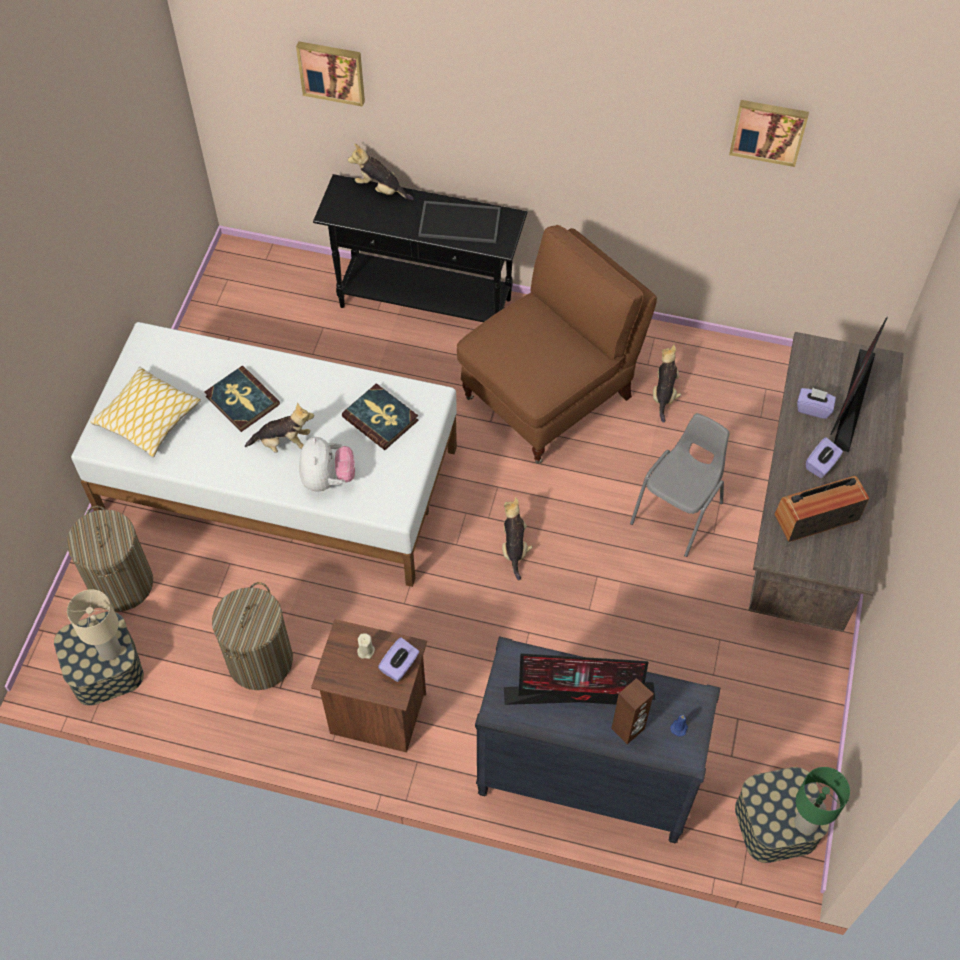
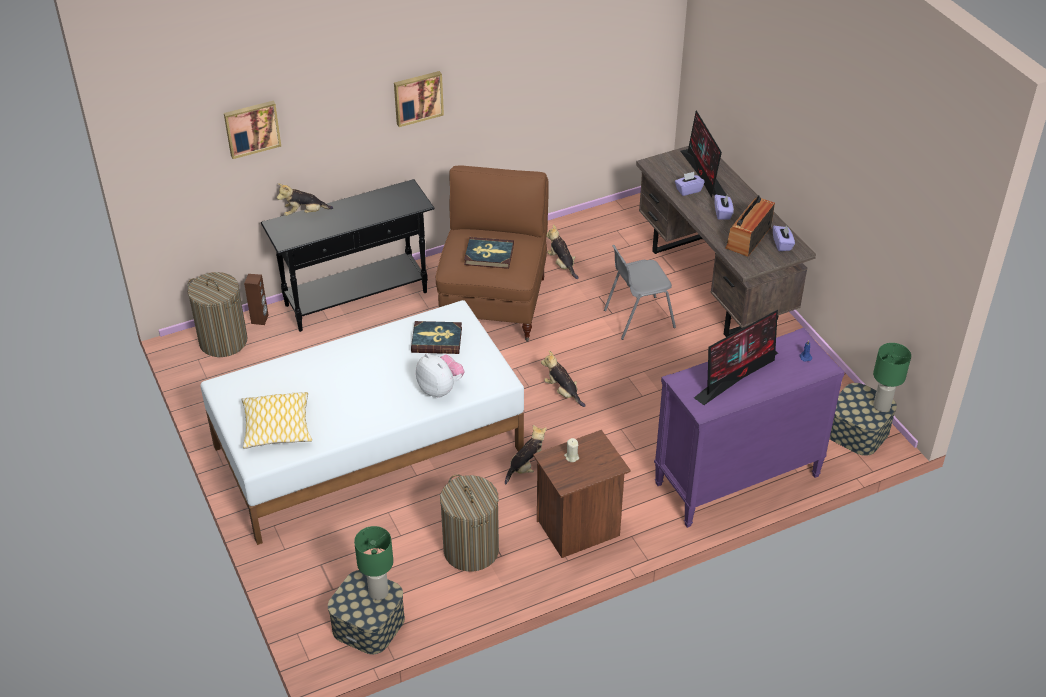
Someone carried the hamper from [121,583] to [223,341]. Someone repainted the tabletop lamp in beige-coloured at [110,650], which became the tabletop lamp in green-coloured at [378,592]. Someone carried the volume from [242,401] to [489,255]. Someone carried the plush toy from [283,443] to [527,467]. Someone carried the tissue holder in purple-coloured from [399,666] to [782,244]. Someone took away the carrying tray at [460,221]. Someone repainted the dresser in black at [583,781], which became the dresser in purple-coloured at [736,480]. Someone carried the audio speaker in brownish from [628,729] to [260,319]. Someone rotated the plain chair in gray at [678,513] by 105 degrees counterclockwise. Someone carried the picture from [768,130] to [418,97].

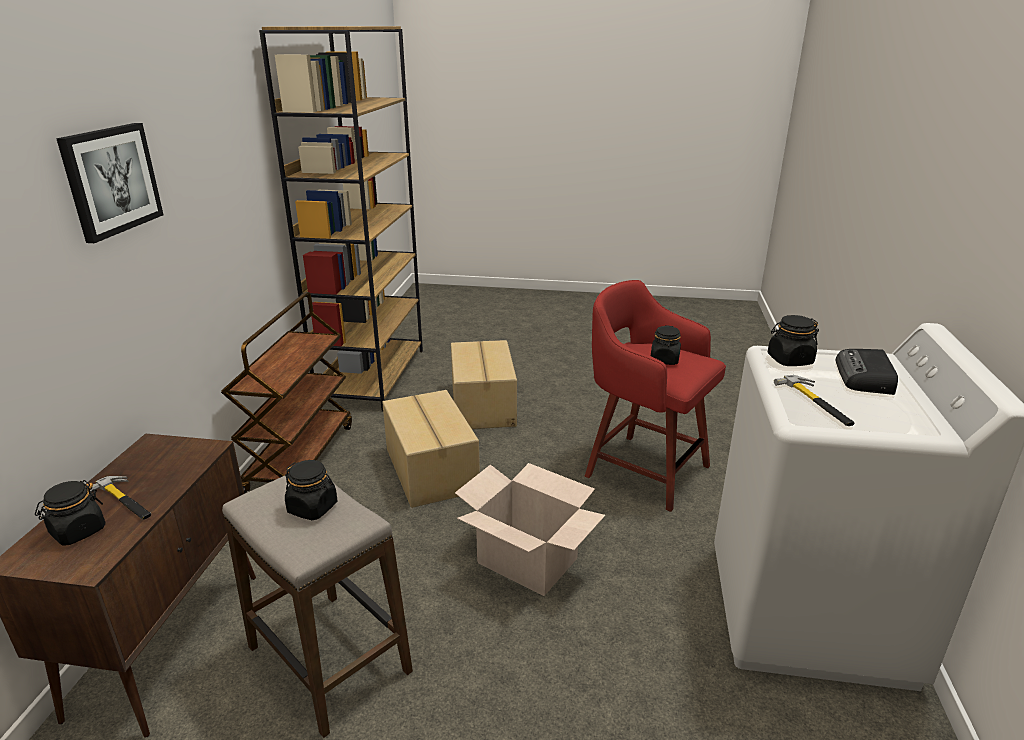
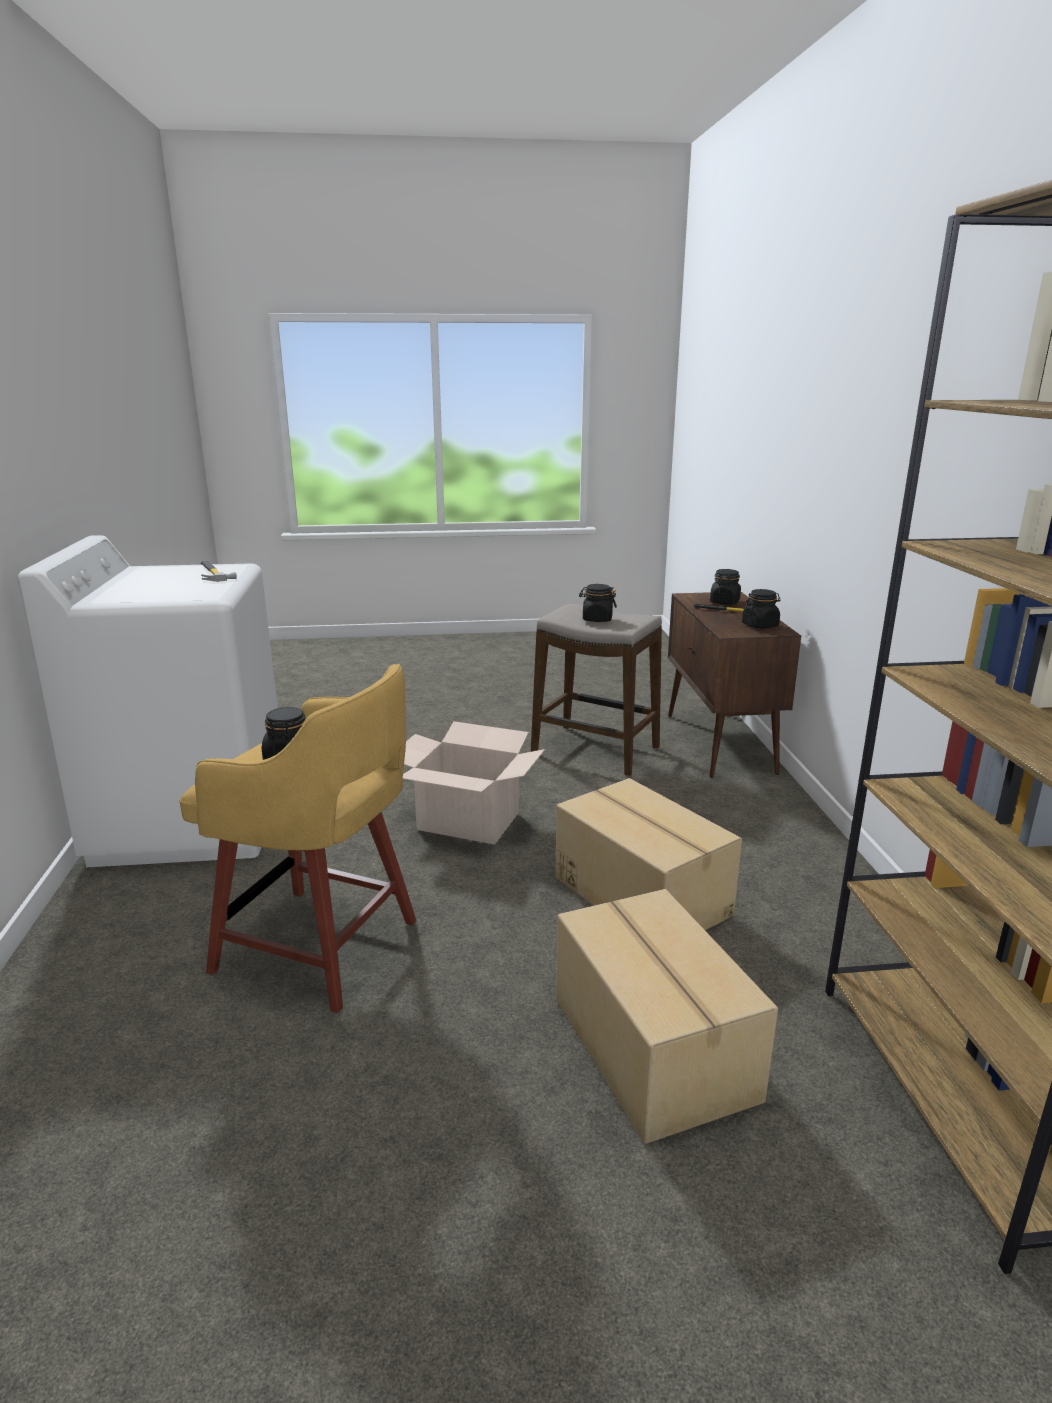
Someone took away the picture at [111,180]. Someone took away the cart in brownish at [300,458]. Someone repainted the stool in reddish at [644,469], which became the stool in yellow at [321,948]. Someone carried the jar in black from [789,360] to [760,625]. Someone took away the radio receiver at [865,377].

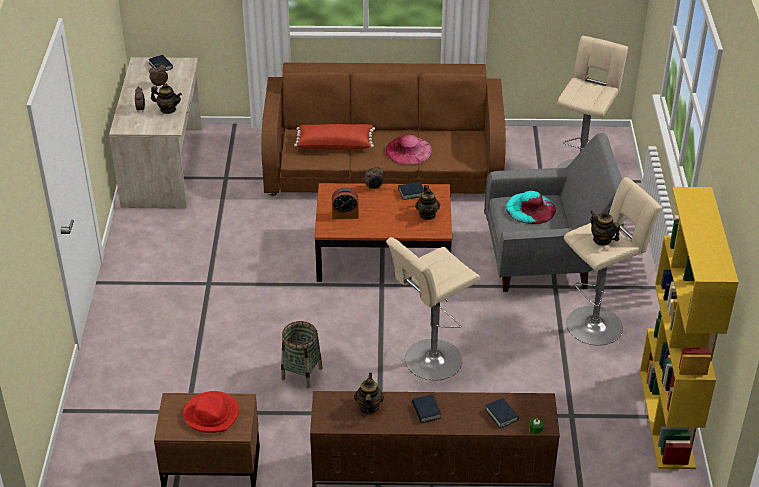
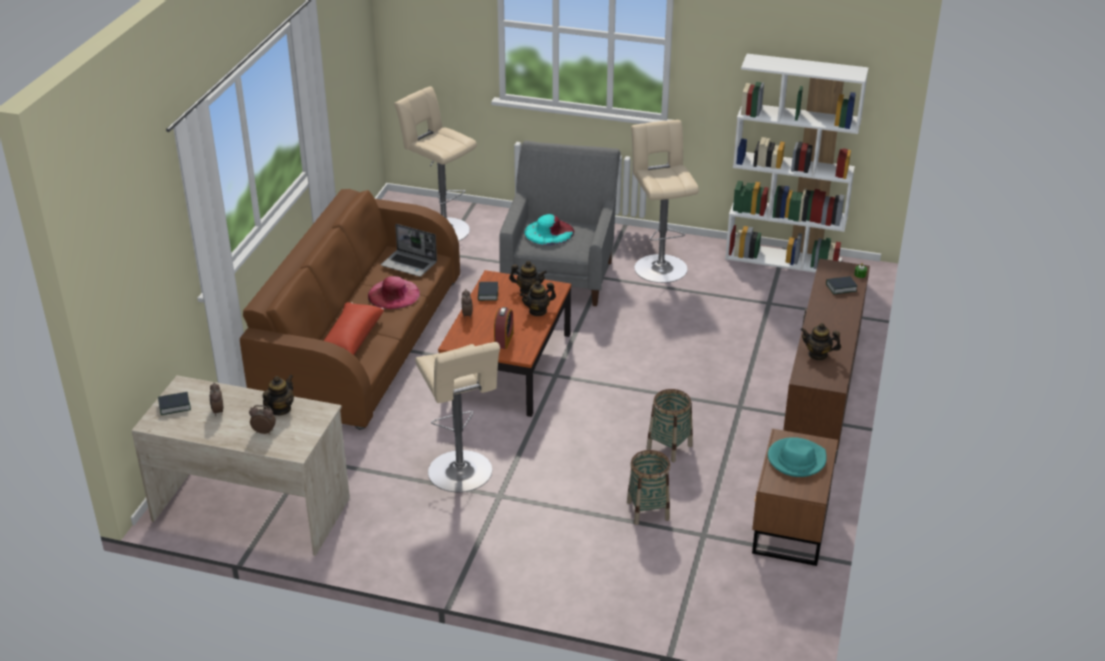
Someone repainted the hat in reddish at [212,414], which became the hat in blue-green at [796,460]. Someone carried the stool in beige-coloured from [430,361] to [462,474]. Someone took away the volume at [426,411]. Someone carried the teapot from [602,240] to [538,311]. Someone repainted the bookshelf in yellow at [667,419], which became the bookshelf in white-coloured at [784,259]. Someone put down the portable computer at [410,264]. Someone put down the storage basket at [647,511].

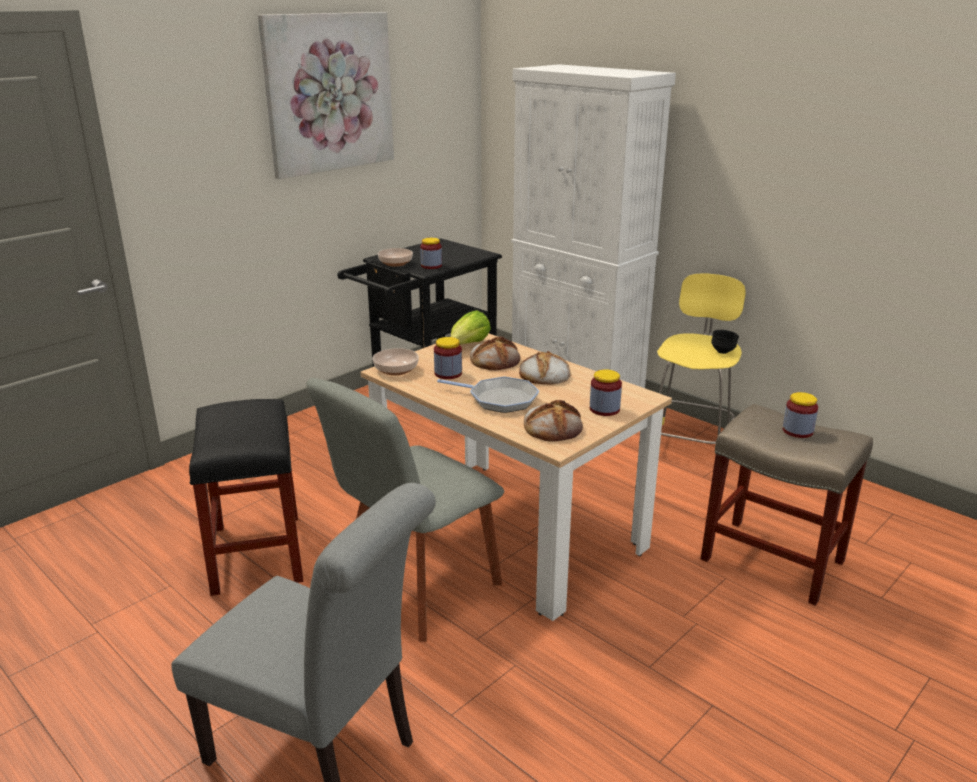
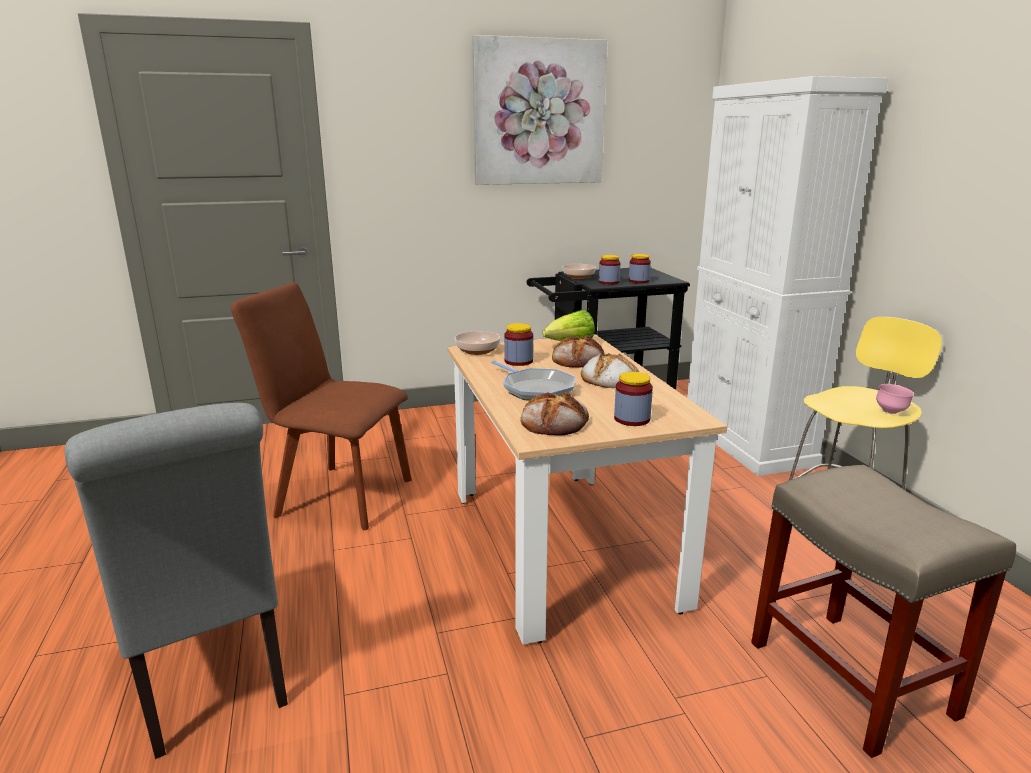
Someone swapped the stool in black at [256,552] for the plain chair in brownish at [339,496]. Someone took away the plain chair in gray at [414,589]. Someone repainted the deep dish in black at [723,352], which became the deep dish in pink at [891,412]. Someone carried the jar from [797,431] to [638,281].

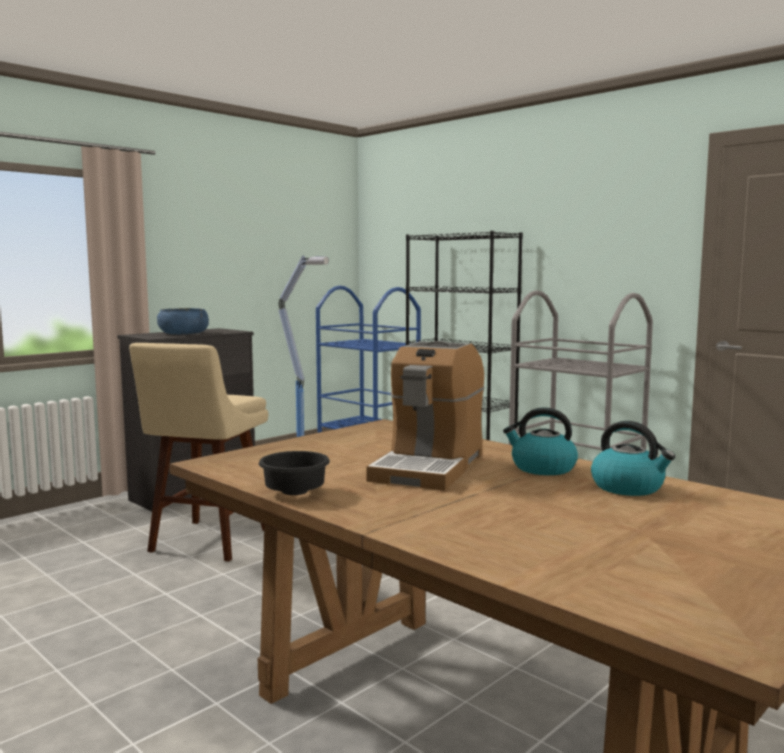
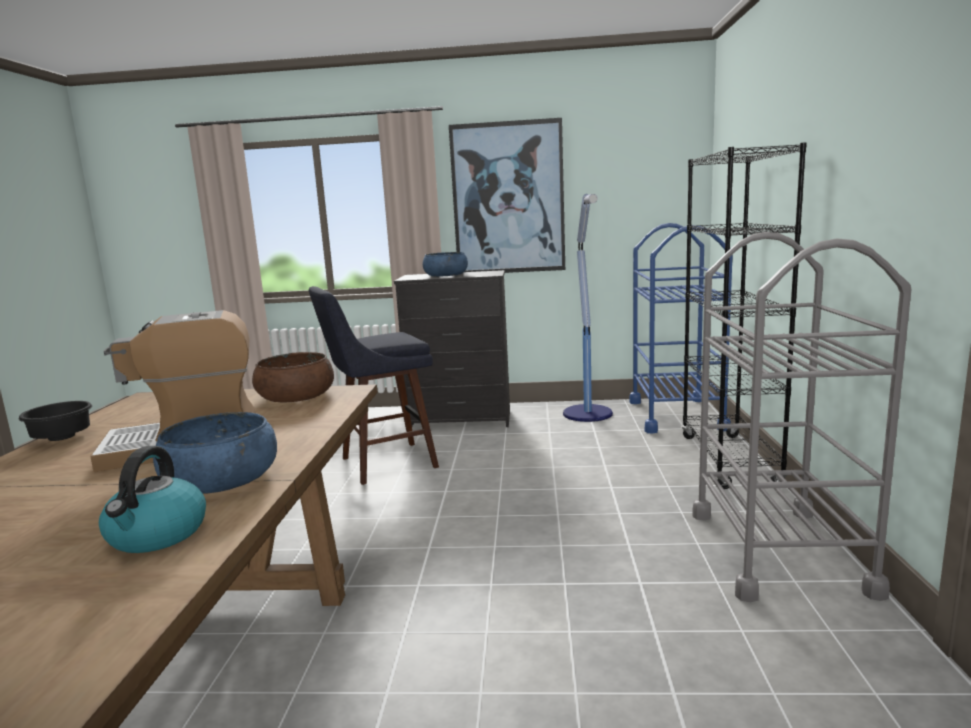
Someone repainted the stool in beige-coloured at [206,543], which became the stool in blue-coloured at [382,464]. Someone swapped the kettle at [542,468] for the deep dish in blue-coloured at [221,479]. Someone put down the deep dish in brownish at [296,396]. Someone put up the picture at [508,198].

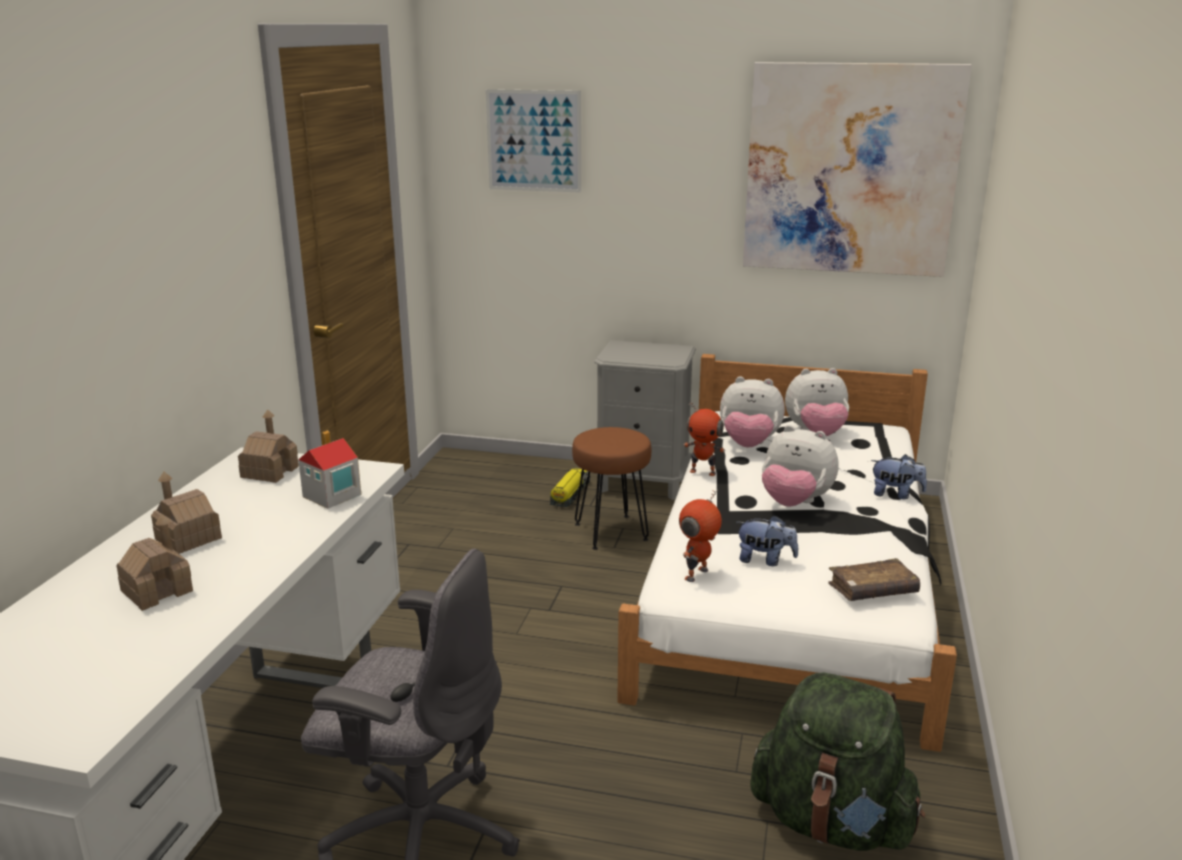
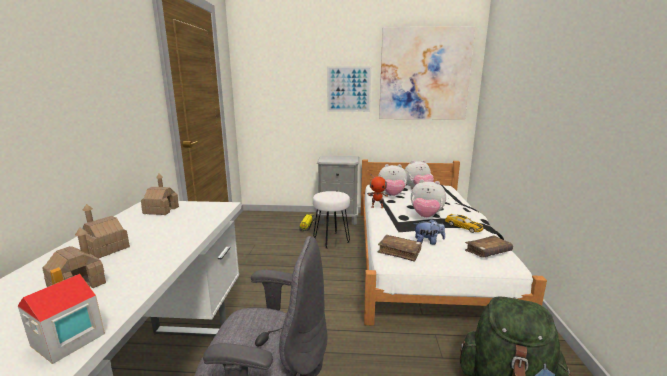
Someone carried the miniature house from [331,496] to [67,340]. Someone carried the picture from [534,141] to [348,89]. Someone repainted the stool in brownish at [610,531], which became the stool in white-coloured at [330,240]. Someone swapped the robot figure at [698,575] for the volume in brownish at [399,252]. Someone took away the plush toy at [896,494]. Someone put down the model car at [463,227].

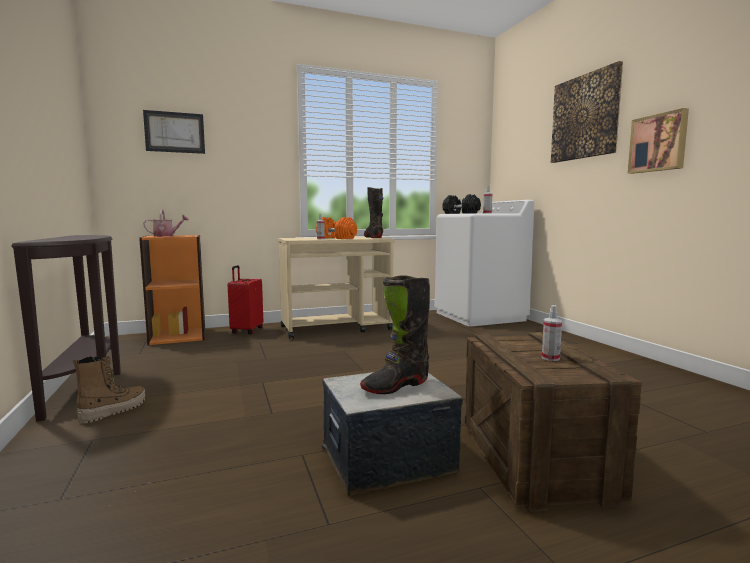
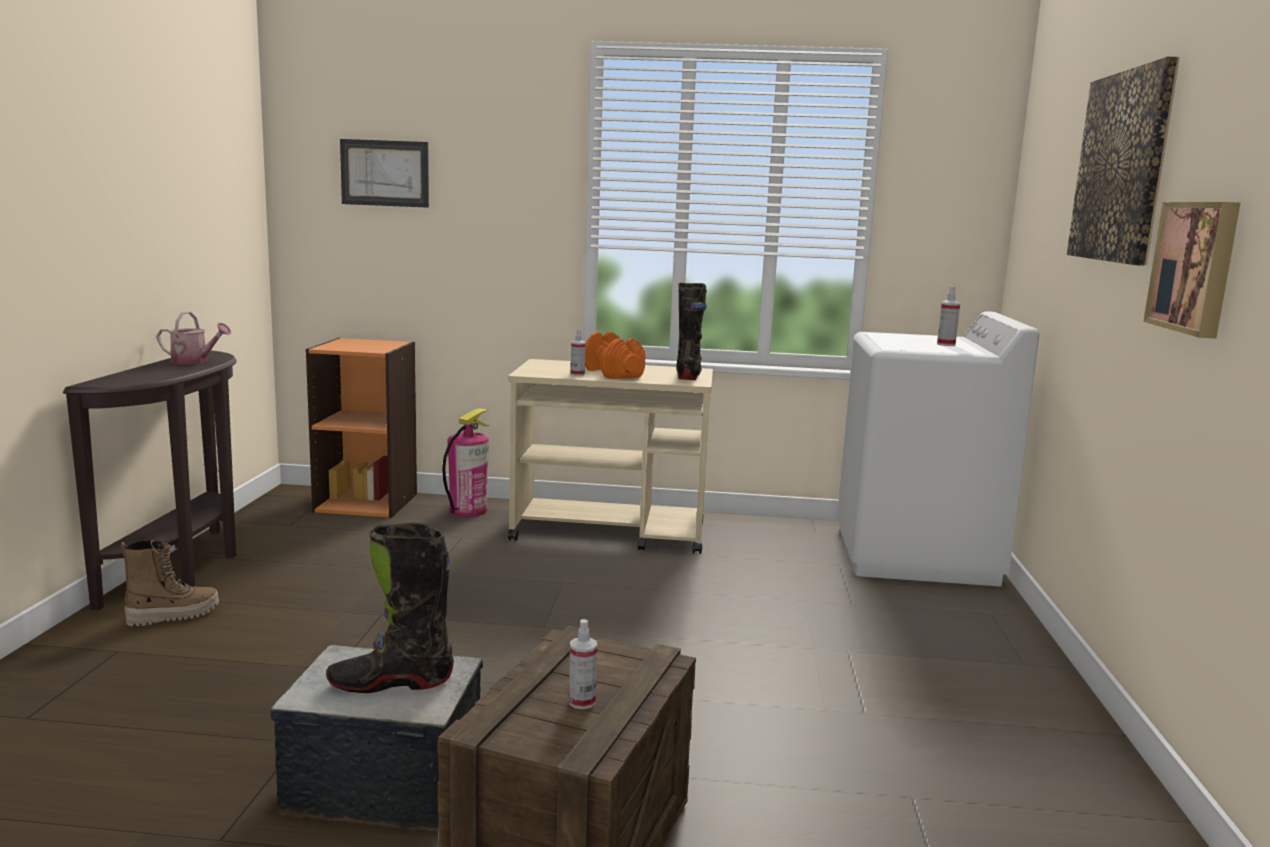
Someone carried the watering pot from [167,236] to [194,362]. Someone swapped the piece of luggage in reddish at [246,331] for the fire-fighting cylinder at [468,510]. Someone took away the dumbbell in black at [461,213].

